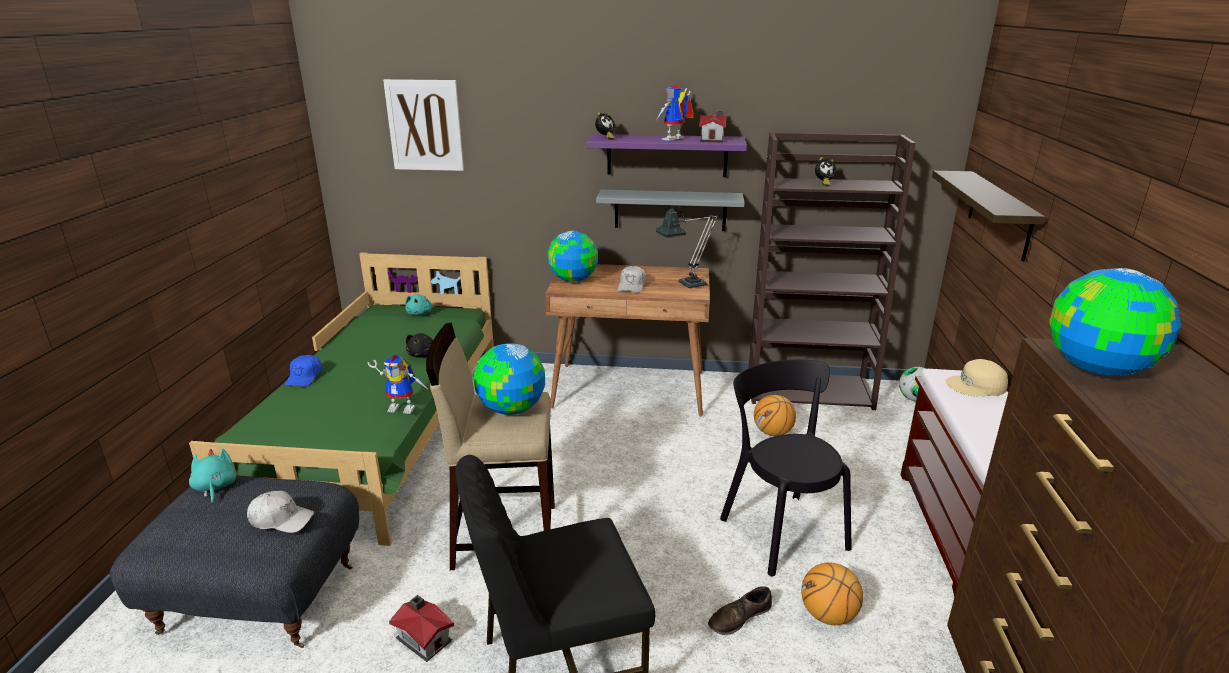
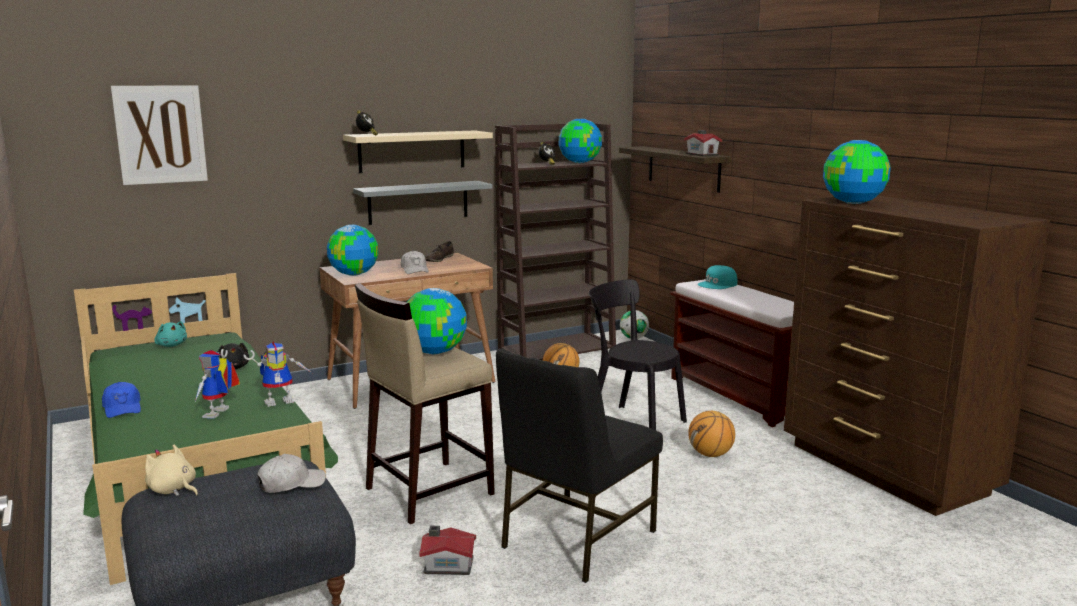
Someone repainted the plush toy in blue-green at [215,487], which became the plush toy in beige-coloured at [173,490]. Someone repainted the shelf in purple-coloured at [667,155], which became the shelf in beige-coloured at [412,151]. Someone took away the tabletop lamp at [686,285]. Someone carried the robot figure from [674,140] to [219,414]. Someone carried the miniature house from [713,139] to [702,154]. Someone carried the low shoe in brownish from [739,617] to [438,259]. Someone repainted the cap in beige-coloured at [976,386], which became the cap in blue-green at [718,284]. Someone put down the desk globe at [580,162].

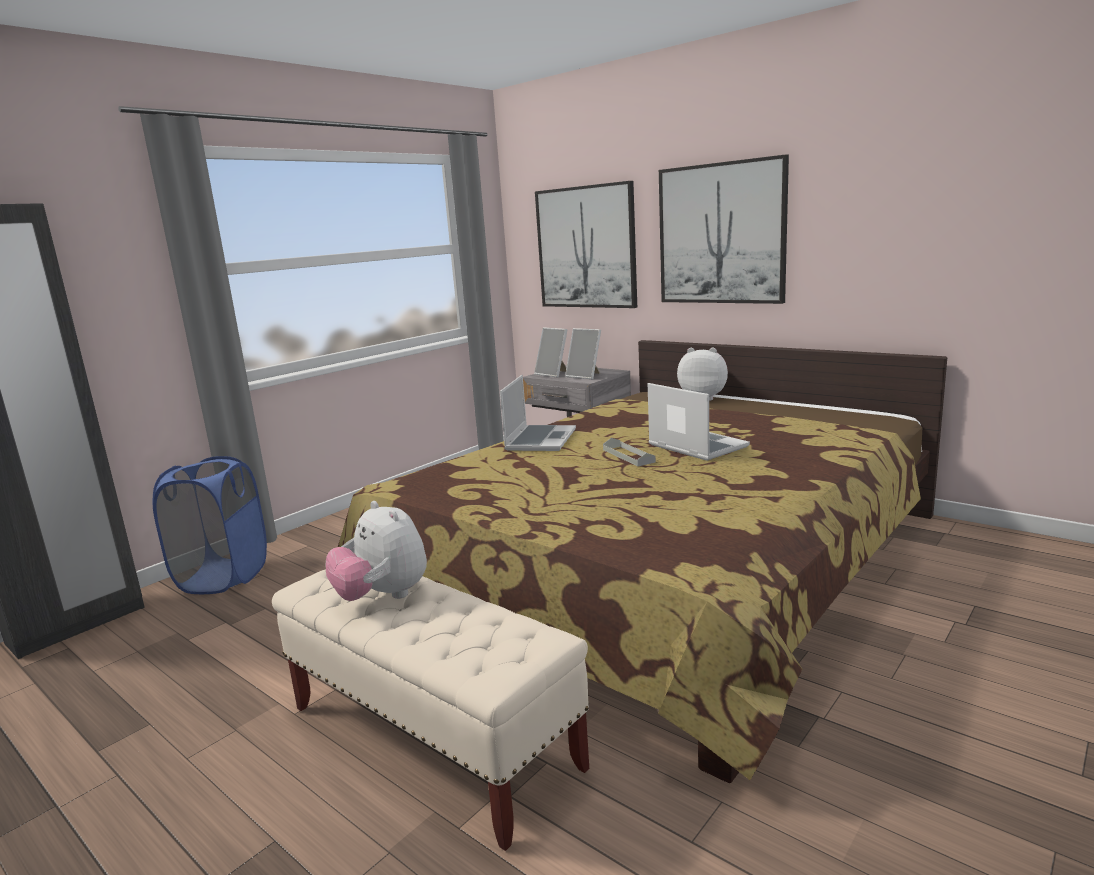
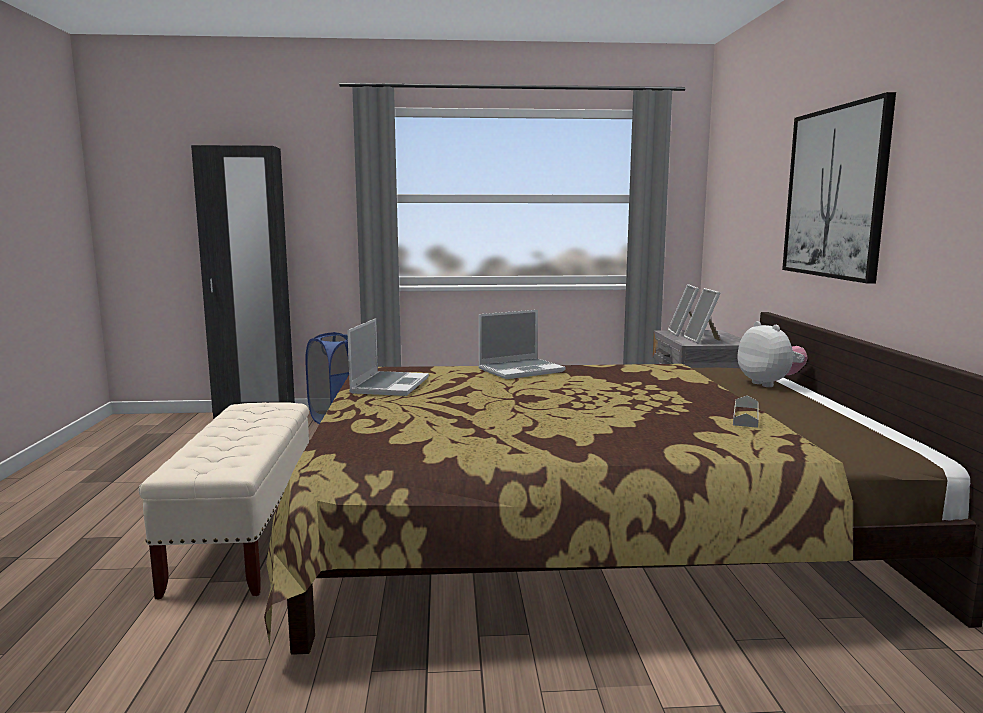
Someone took away the plush toy at [383,596]. Someone took away the picture at [586,247]. Someone carried the carrying tray in gray from [628,456] to [745,416]. Someone carried the portable computer from [695,446] to [389,385].

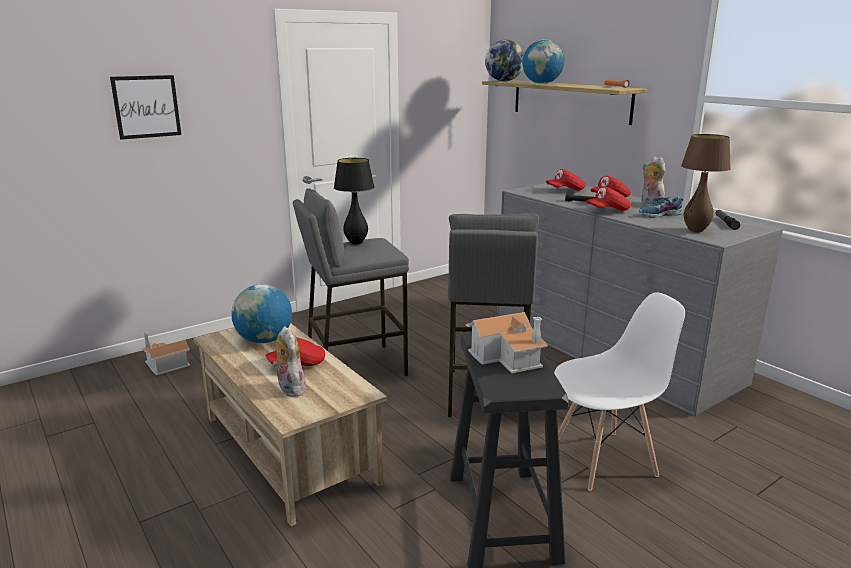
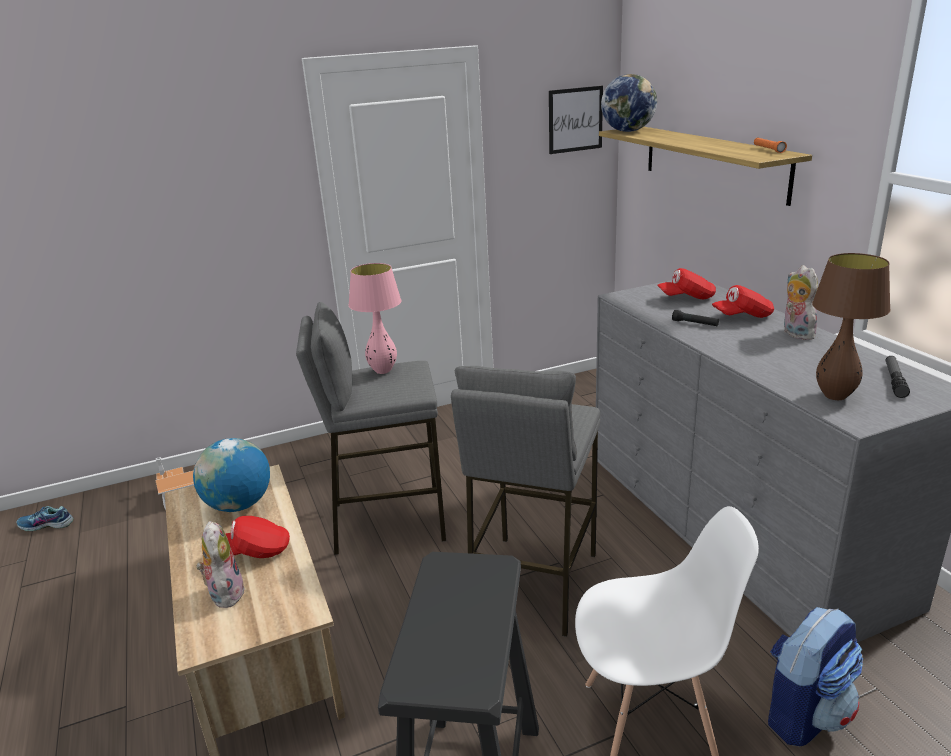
Someone carried the picture from [146,106] to [575,119]. Someone repainted the tabletop lamp in black at [356,243], which became the tabletop lamp in pink at [383,371]. Someone took away the miniature house at [508,356]. Someone took away the desk globe at [542,83]. Someone took away the cap in reddish at [608,211]. Someone carried the low shoe from [660,215] to [46,525]. Someone put down the rucksack at [804,713].

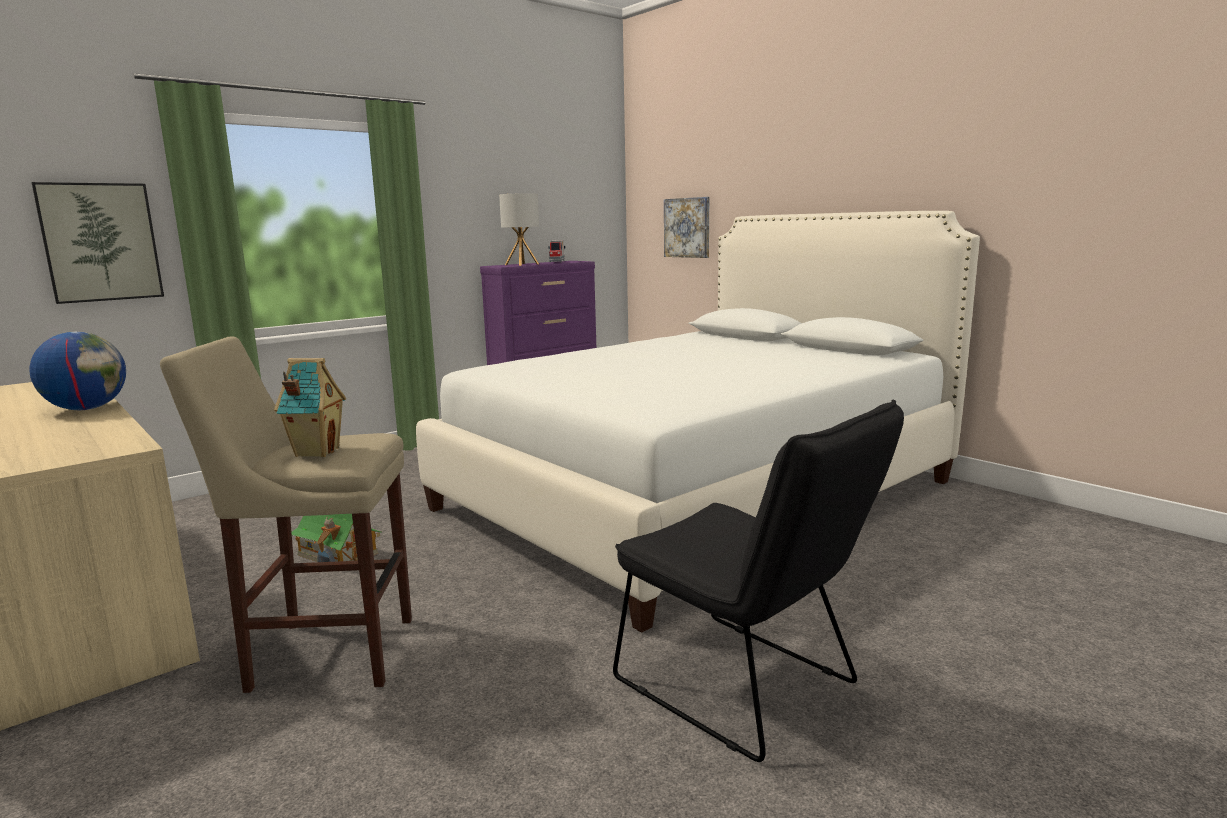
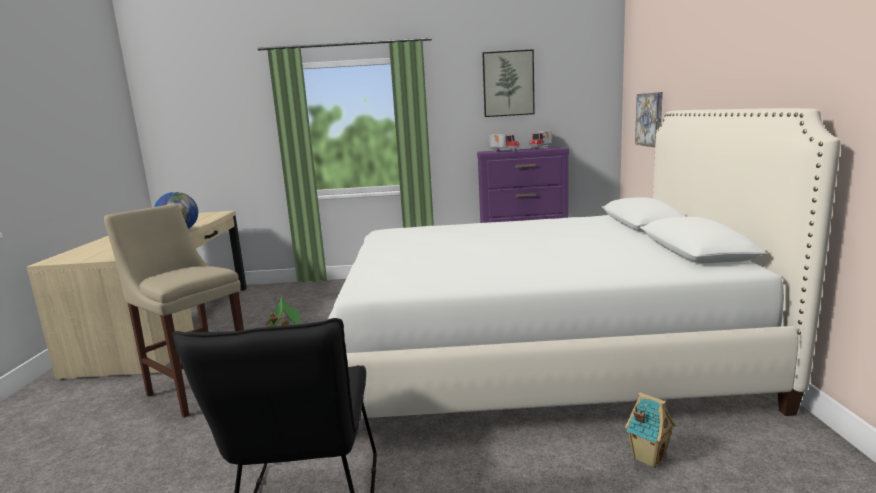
Someone carried the picture from [100,242] to [508,83]. Someone carried the miniature house from [316,452] to [648,457]. Someone swapped the tabletop lamp at [521,264] for the toy lorry at [504,151].

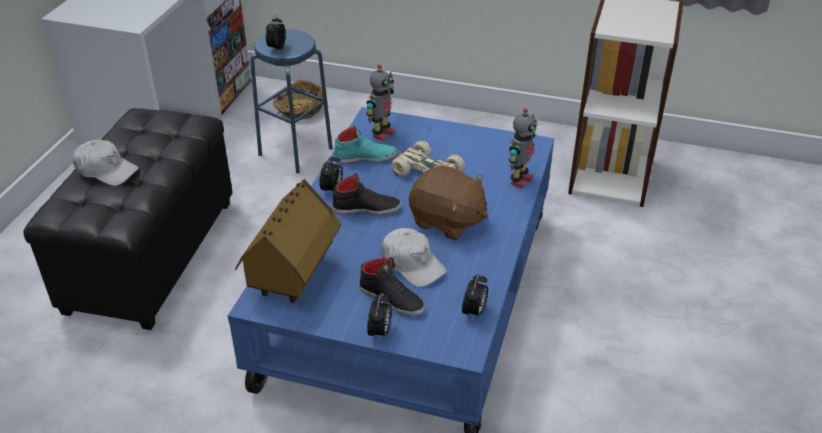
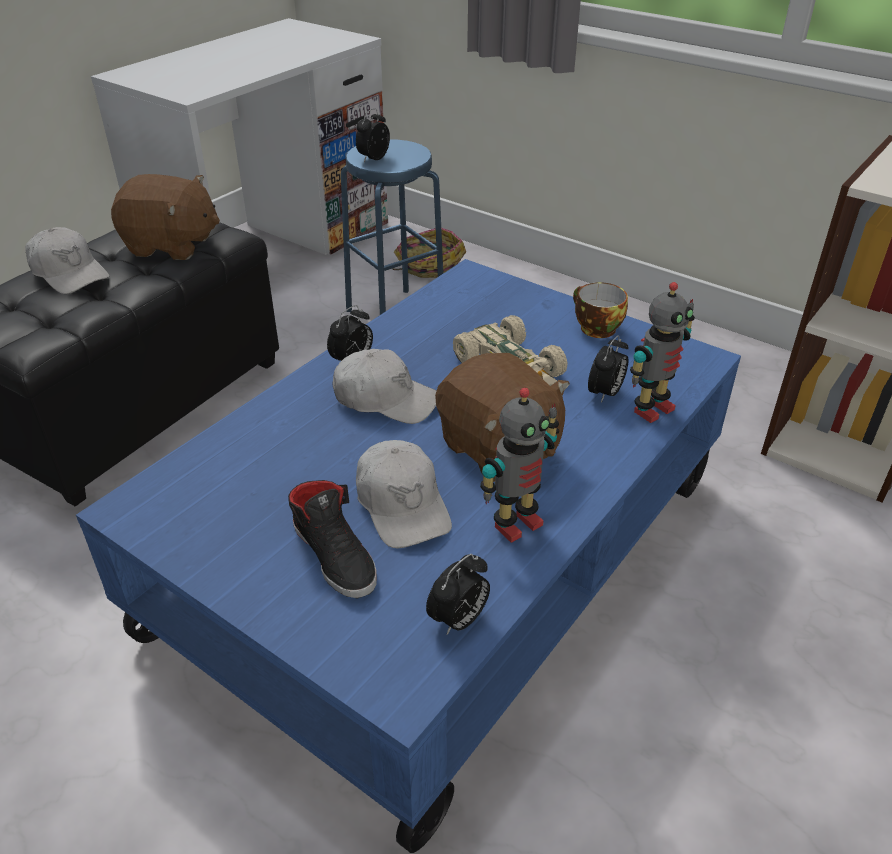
Someone took away the miniature house at [292,276]. Someone swapped the low shoe in black at [366,208] for the cap in white-coloured at [385,399]. Someone took away the low shoe in blue-green at [365,157]. Someone carried the robot figure from [381,134] to [516,523]. Someone carried the alarm clock from [380,332] to [605,394]. Someone put down the plush toy in brownish at [172,245]. Someone put down the small cup at [595,328].

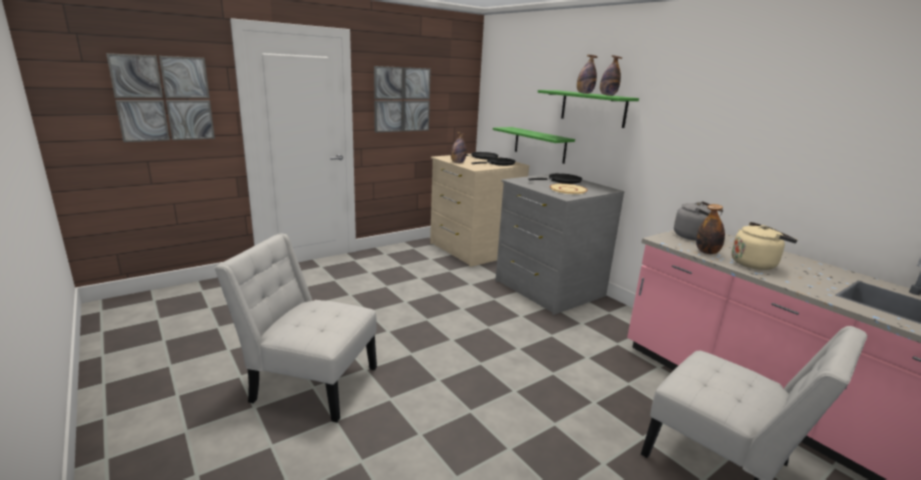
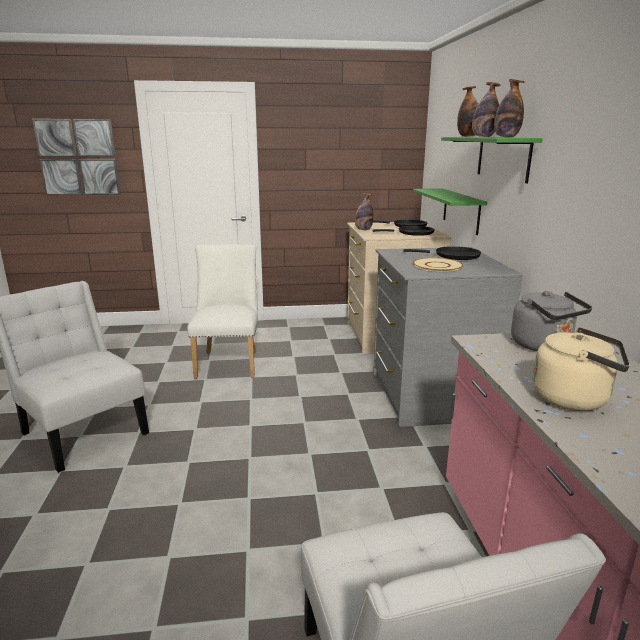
Someone took away the picture at [402,99]. Someone carried the drink bottle from [707,252] to [468,136]. Someone put down the plain chair in white-coloured at [229,362].

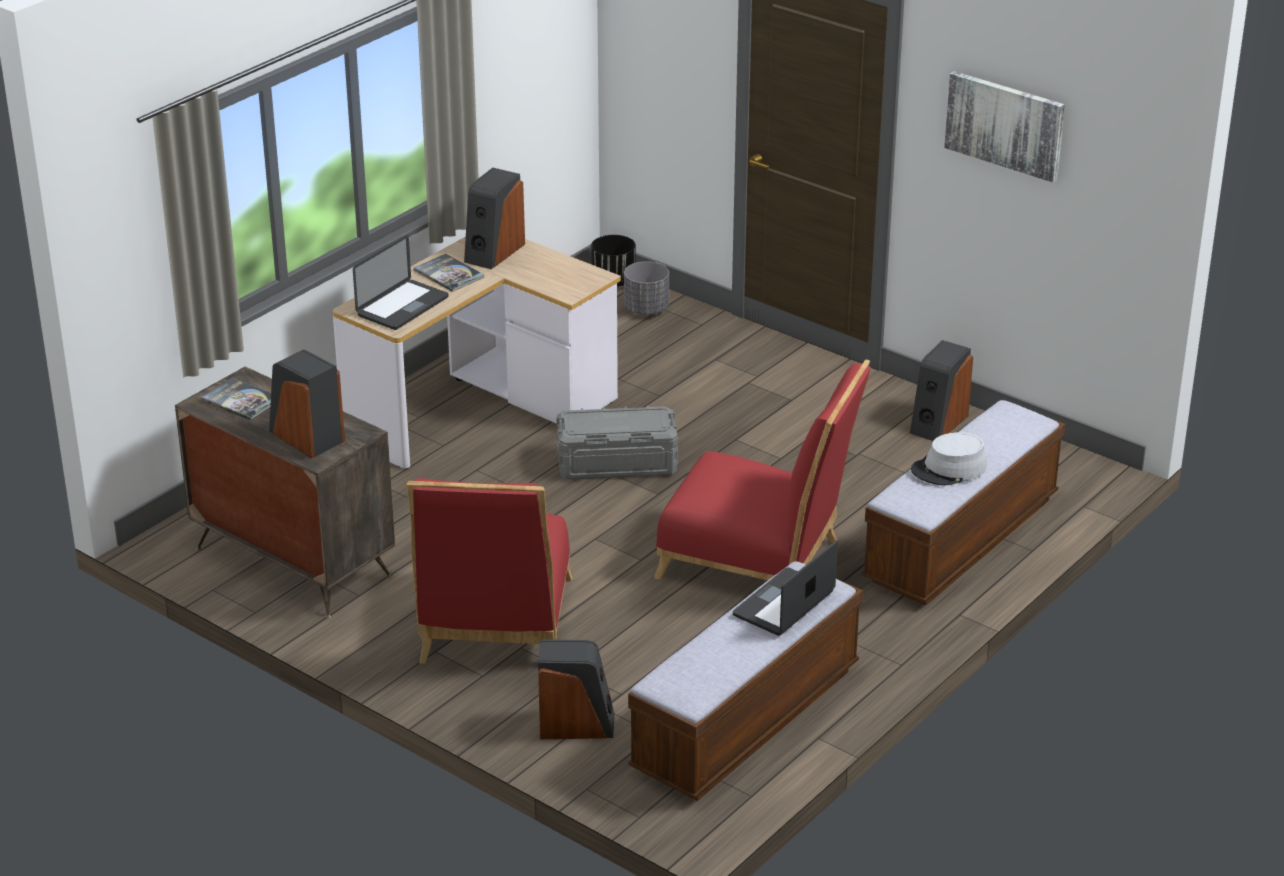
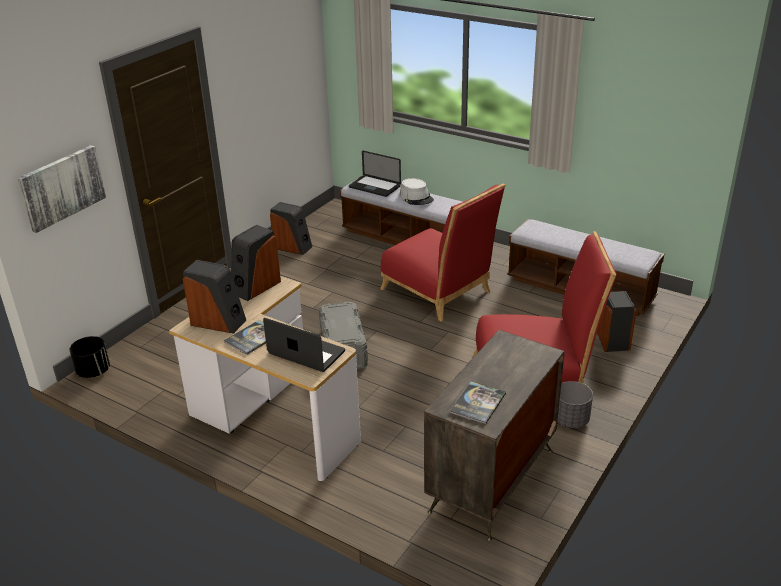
Someone carried the audio speaker from [306,437] to [255,287]. Someone carried the planter in gray from [646,309] to [570,419]. Someone rotated the plain chair in reddish at [759,562] by 120 degrees clockwise. Someone carried the portable computer from [784,604] to [374,187]. Someone carried the picture from [1005,125] to [62,187].

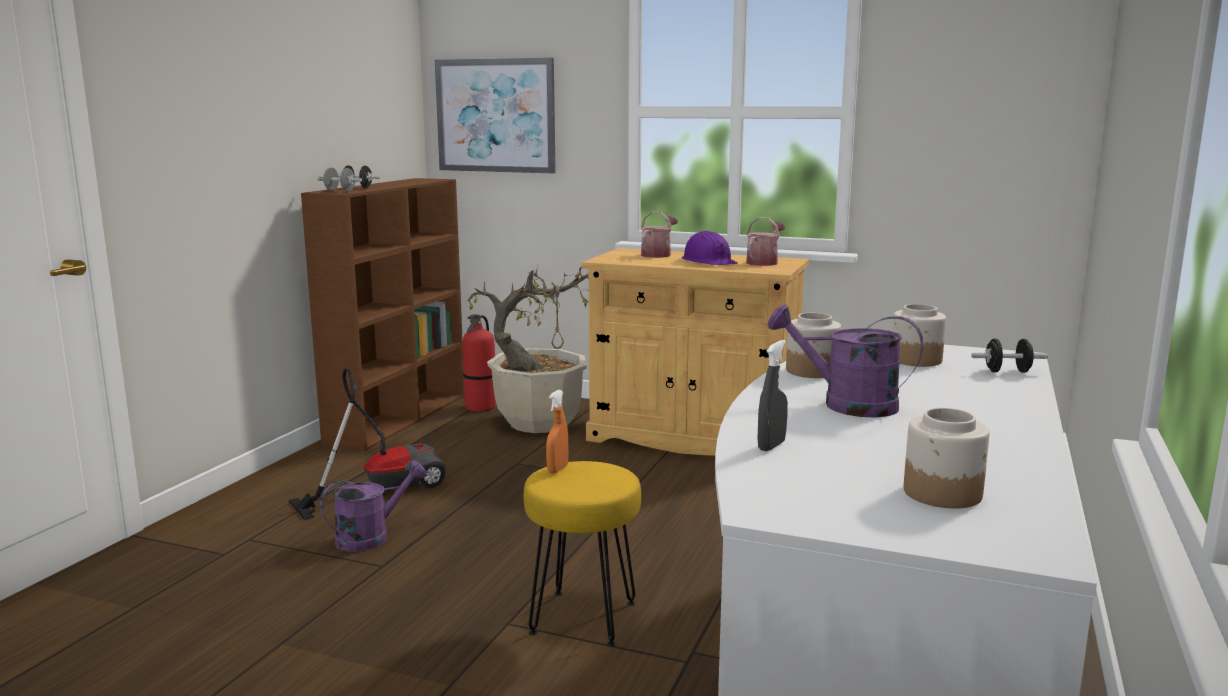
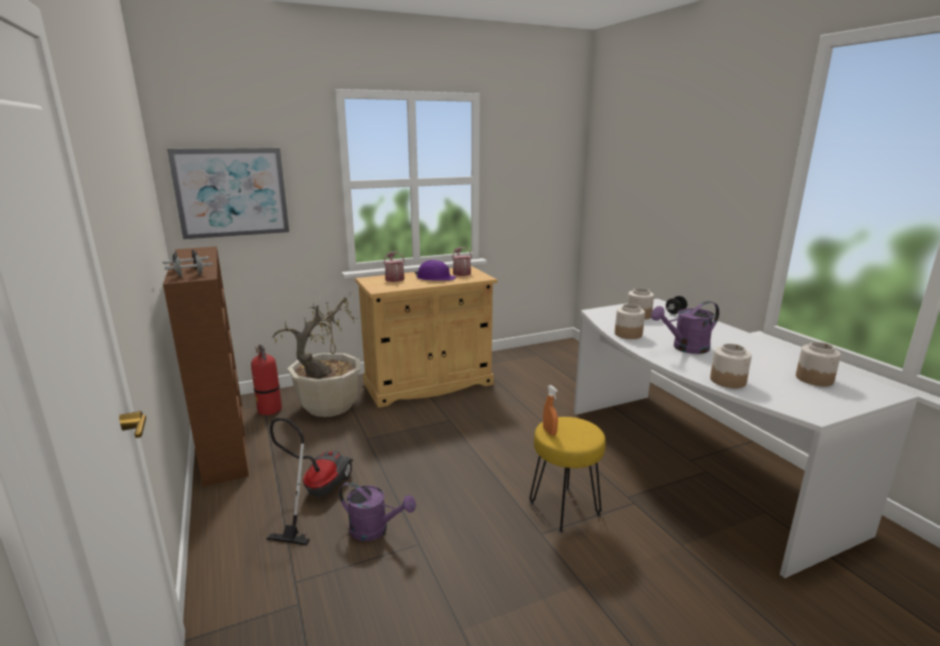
Someone rotated the watering pot in purple-coloured at [371,537] by 105 degrees clockwise. Someone swapped the hand sprayer in gray at [771,446] for the jar at [728,381].

